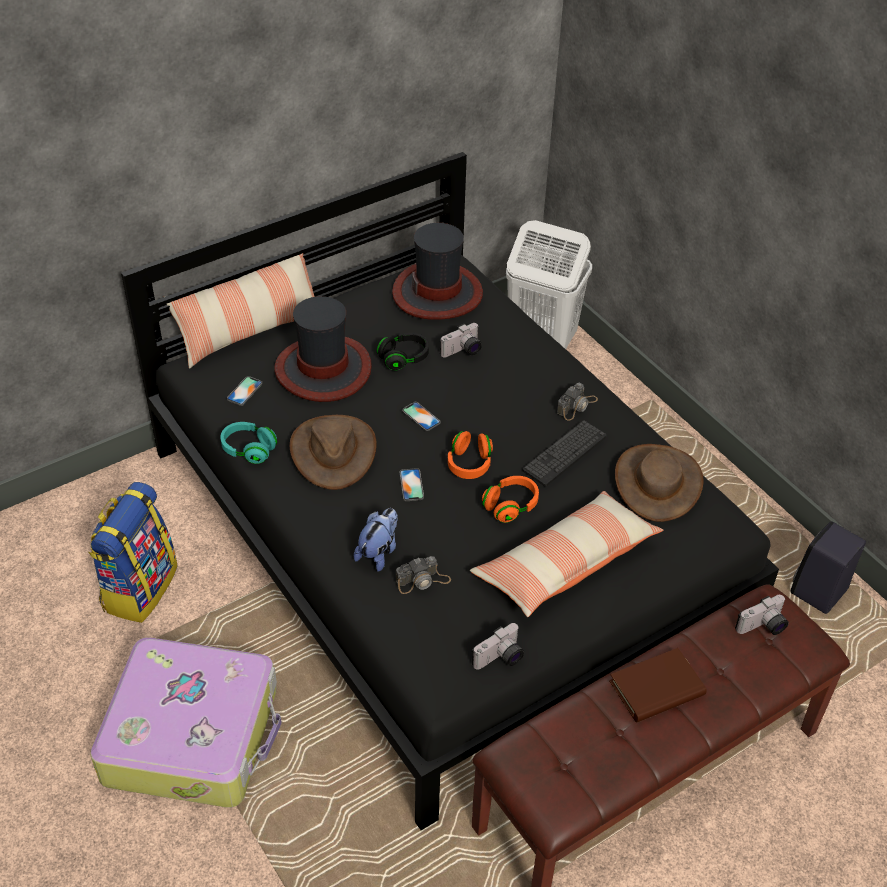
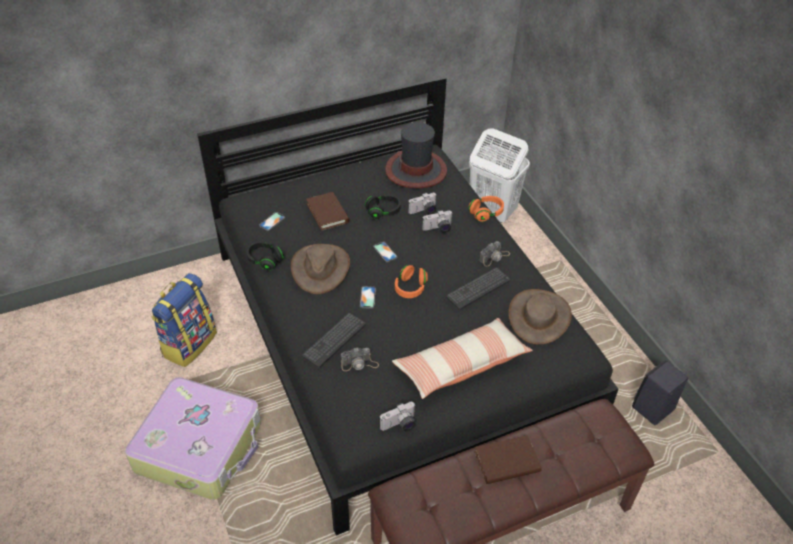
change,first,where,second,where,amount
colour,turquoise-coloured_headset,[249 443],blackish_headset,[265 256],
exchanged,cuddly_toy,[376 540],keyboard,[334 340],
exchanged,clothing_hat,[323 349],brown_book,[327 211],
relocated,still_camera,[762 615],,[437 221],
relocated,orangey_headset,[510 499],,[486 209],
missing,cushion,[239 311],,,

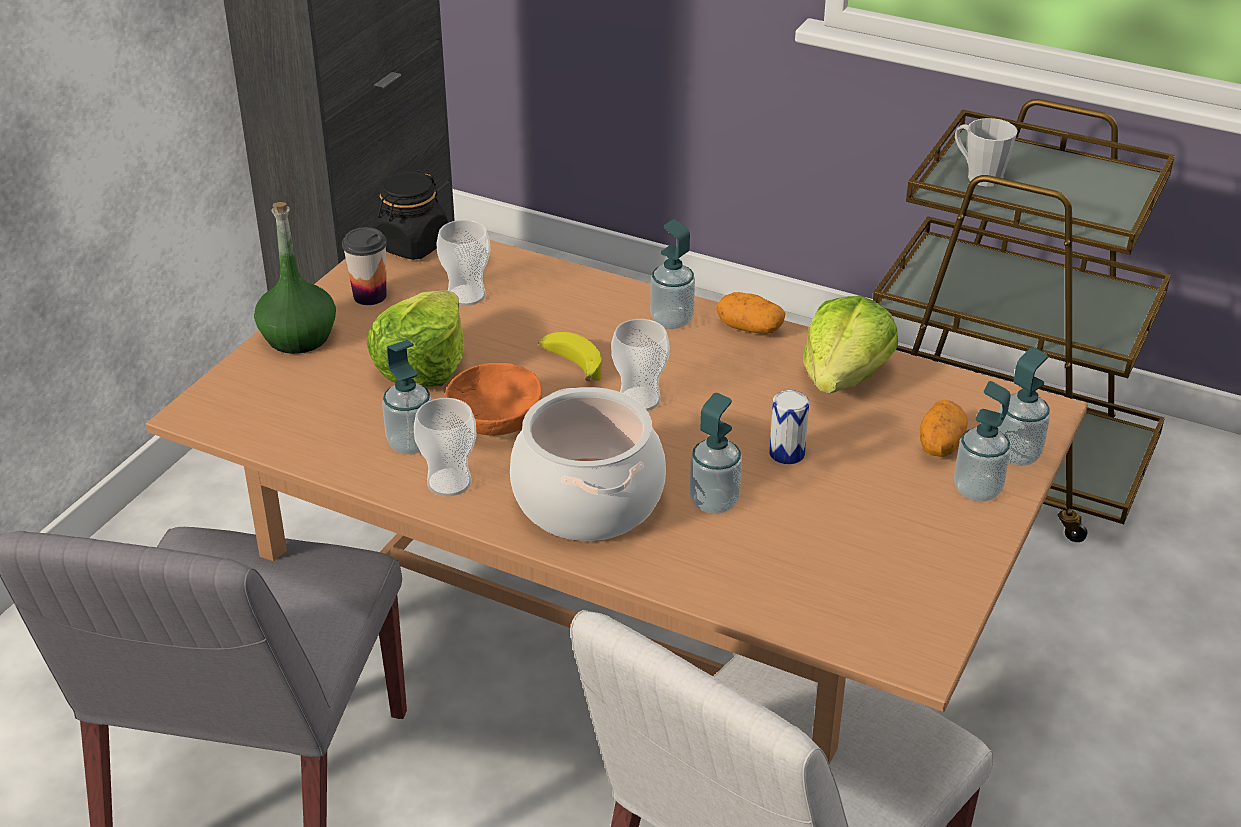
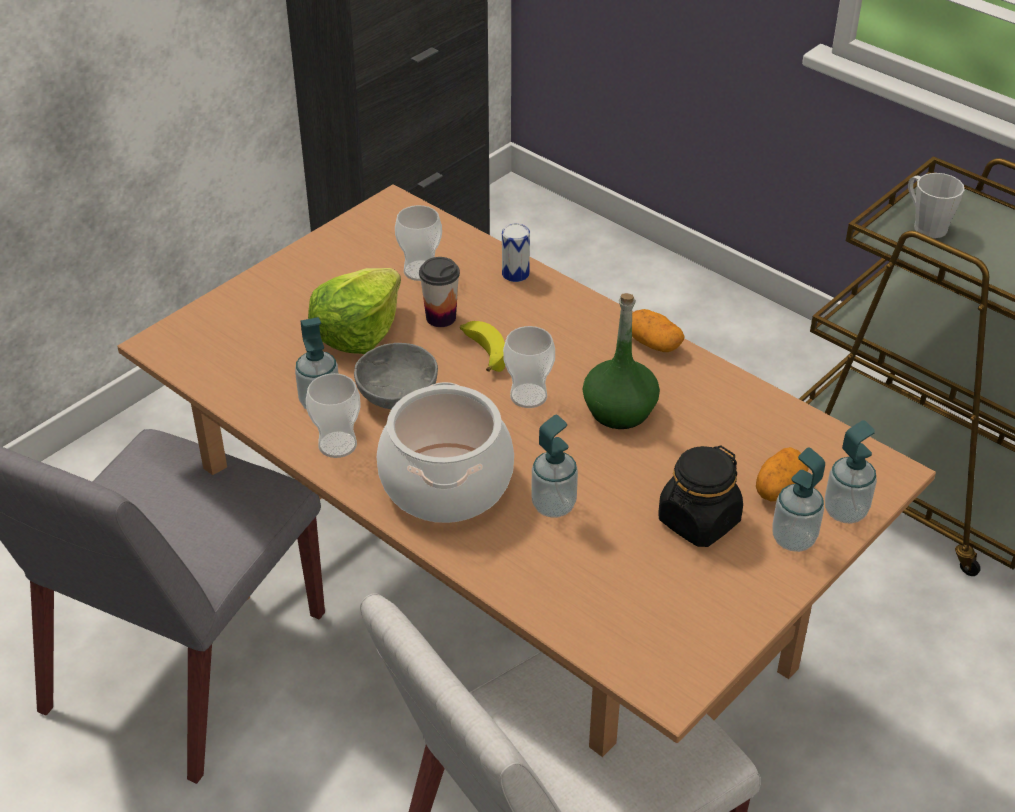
change,first,where,second,where,amount
colour,orangey_serving_bowl,[493 399],gray_serving_bowl,[396 376],
relocated,small_cup,[364 266],,[439 292],
relocated,metal_can,[789 427],,[516 253],
relocated,green_beverage_bottle,[295 278],,[621 361],
relocated,blackish_preserve_jar,[410 215],,[700 496],
missing,soap_dispenser,[672 274],,,
missing,lettuce,[850 344],,,

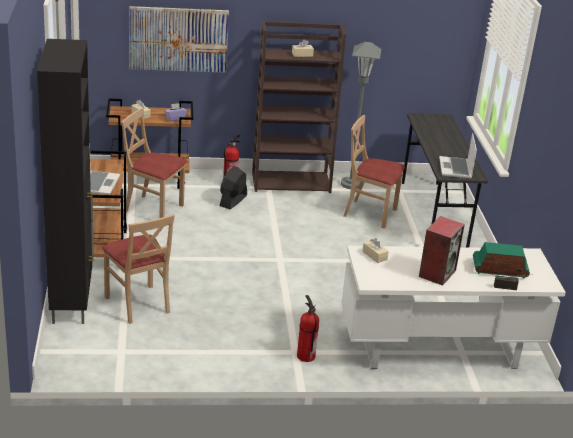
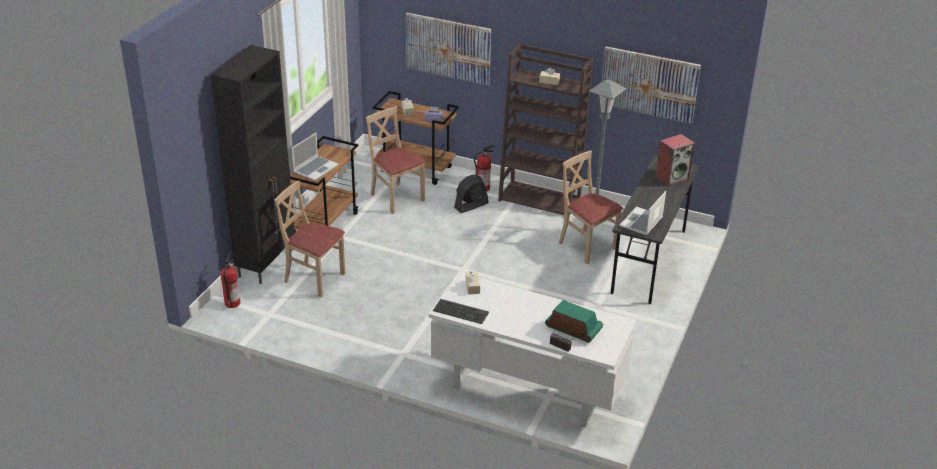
change,first,where,second,where,amount
relocated,fire-fighting_cylinder,[308 328],,[230 280],
spun,sand-coloured_chair,[138 269],,[309 239],120 degrees clockwise
appeared,,,keyboard,[461 311],
appeared,,,wall_art,[651 85],
relocated,loudspeaker,[442 251],,[675 160],

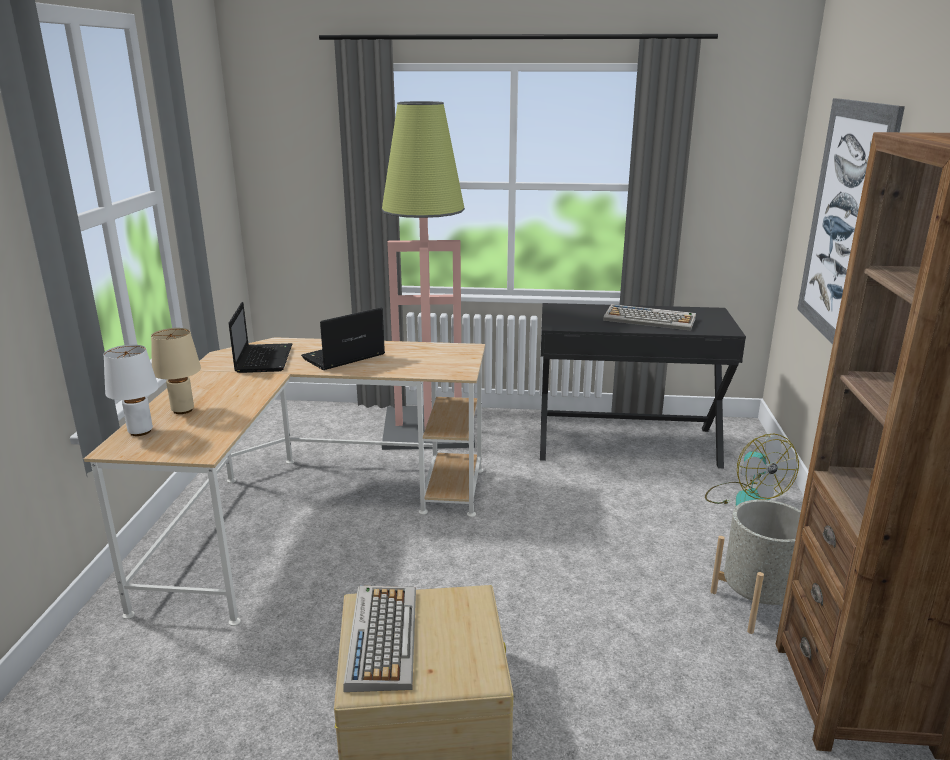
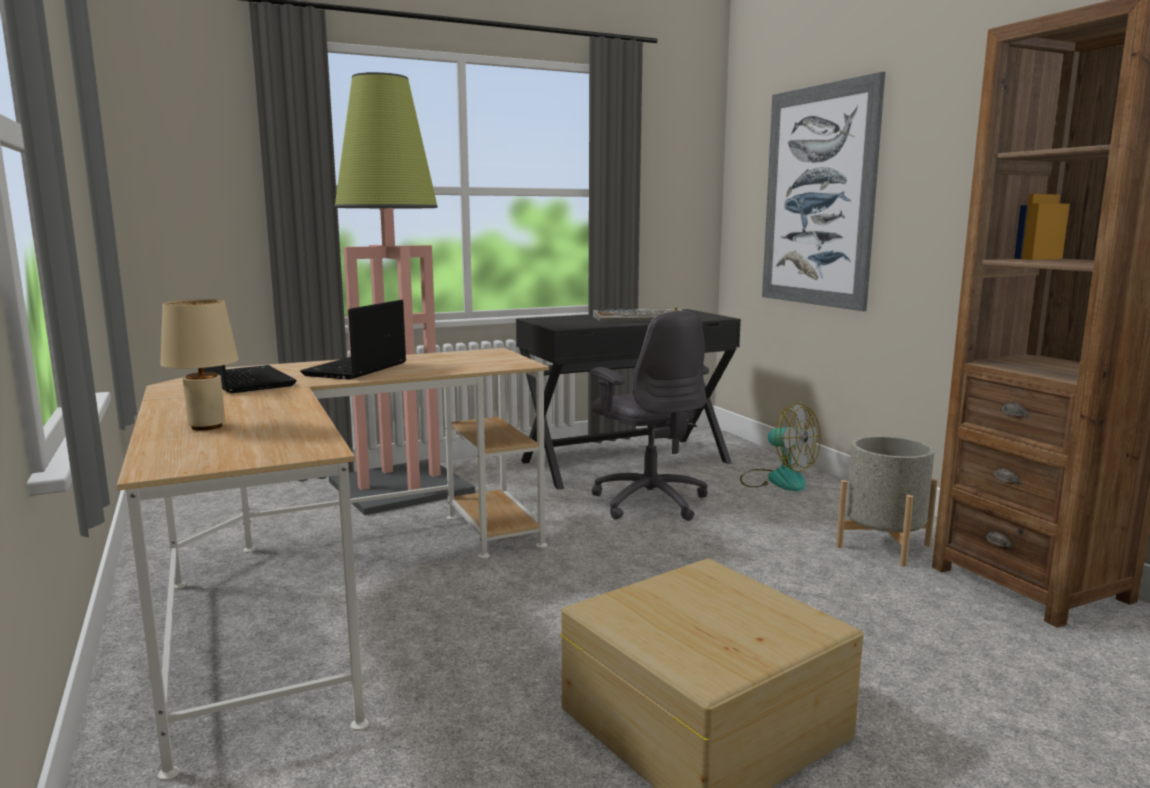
change,first,where,second,where,amount
appeared,,,gray_computer_chair,[649 416],
missing,whitish_lamp_for_a_table,[130 390],,,
missing,keyboard,[380 639],,,

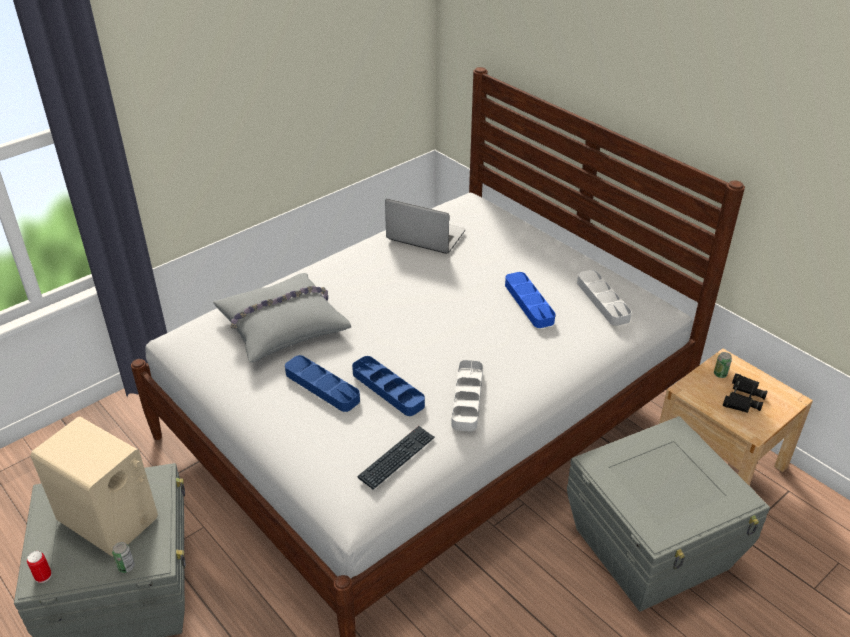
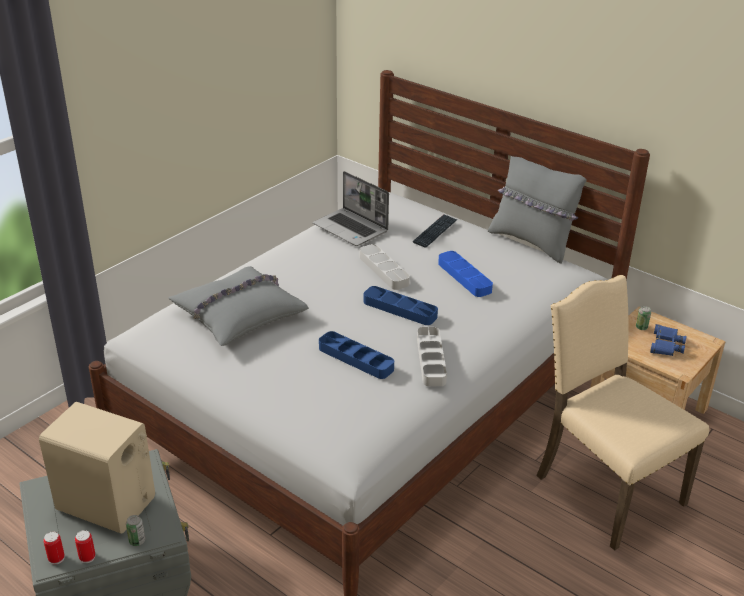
change,first,where,second,where,amount
appeared,,,metal_can,[85 546],
spun,portable_computer,[425 226],,[351 208],150 degrees counterclockwise
relocated,gray_carrying_tray,[604 298],,[385 267],
relocated,bluish_carrying_tray,[322 383],,[401 305],
relocated,keyboard,[396 458],,[435 231],
appeared,,,gray_cushion,[537 210],
exchanged,gray_storage_container,[668 514],sand-coloured_chair,[622 413],
colour,blackish_field_glasses,[745 393],bluish_field_glasses,[668 340],

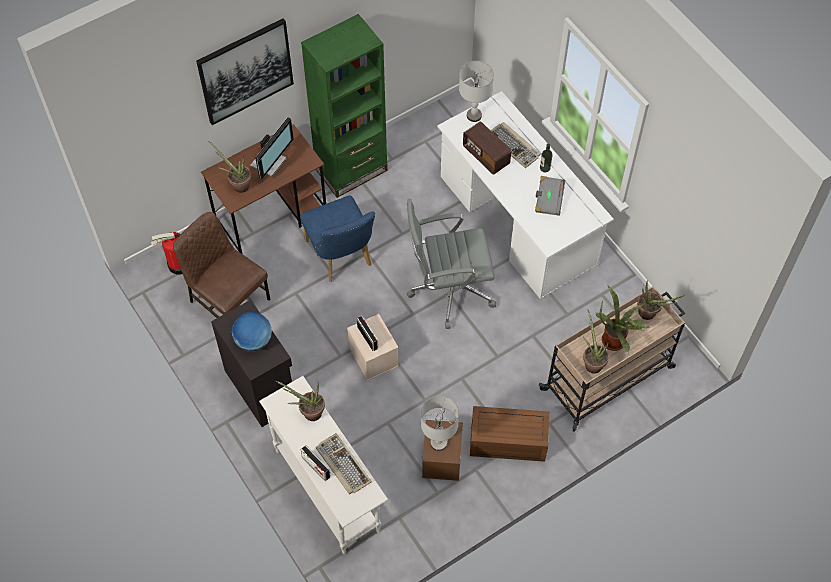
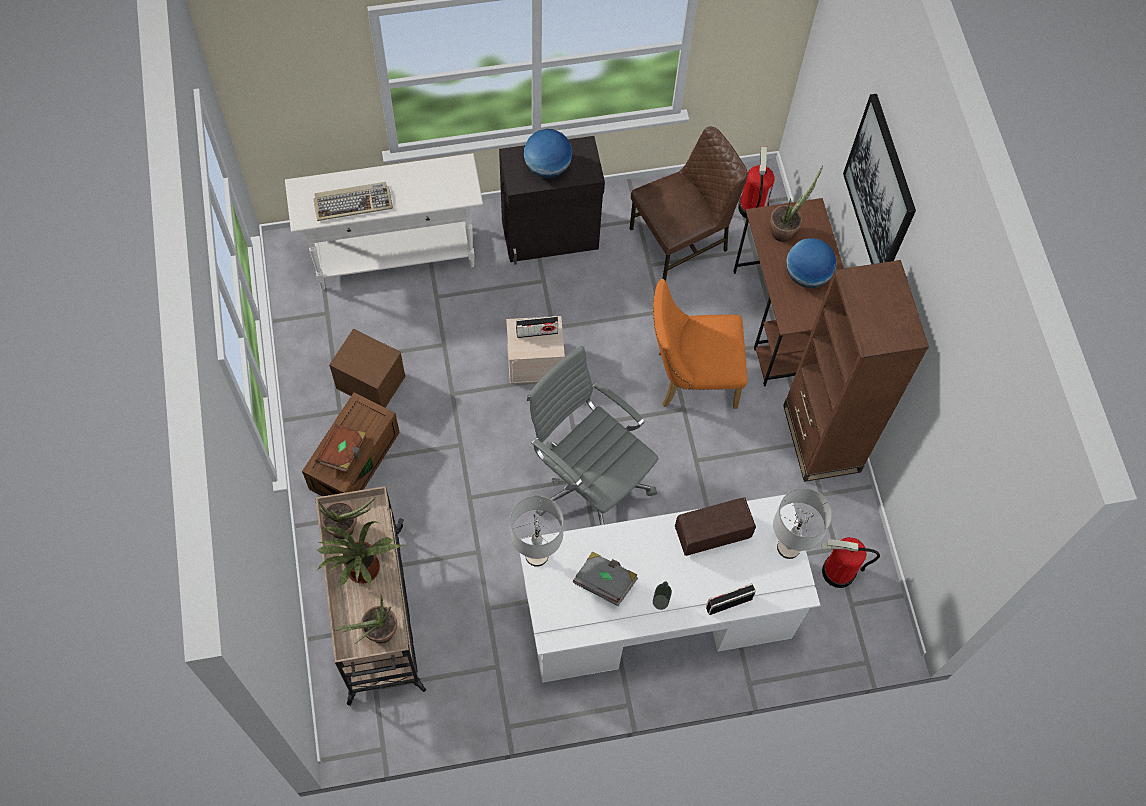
change,first,where,second,where,amount
appeared,,,brown_book,[340 448],
relocated,gray_lamp_for_a_table,[440 423],,[537 531],
spun,gray_computer_chair,[451 264],,[593 435],60 degrees counterclockwise
colour,bluish_chair,[337 239],orangey_chair,[700 344],
relocated,radio_set,[316 463],,[731 599],
colour,green_shelving_unit,[344 106],brown_shelving_unit,[856 371],
exchanged,computer_display,[272 148],globe,[811 263],
appeared,,,fire-fighting_cylinder,[851 562],
missing,plant_in_a_pot,[300 401],,,
missing,keyboard,[515 145],,,

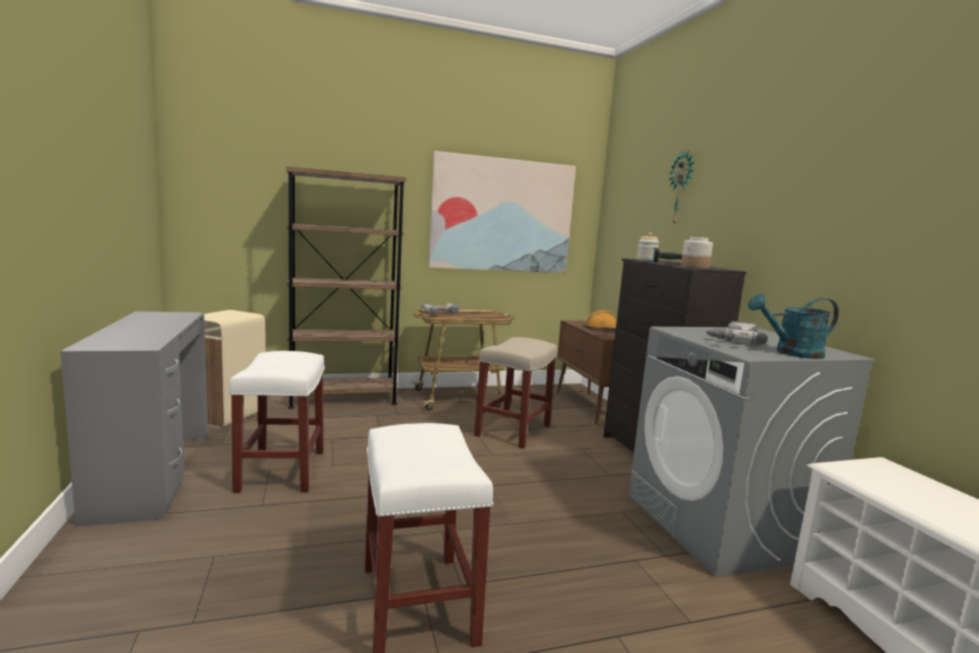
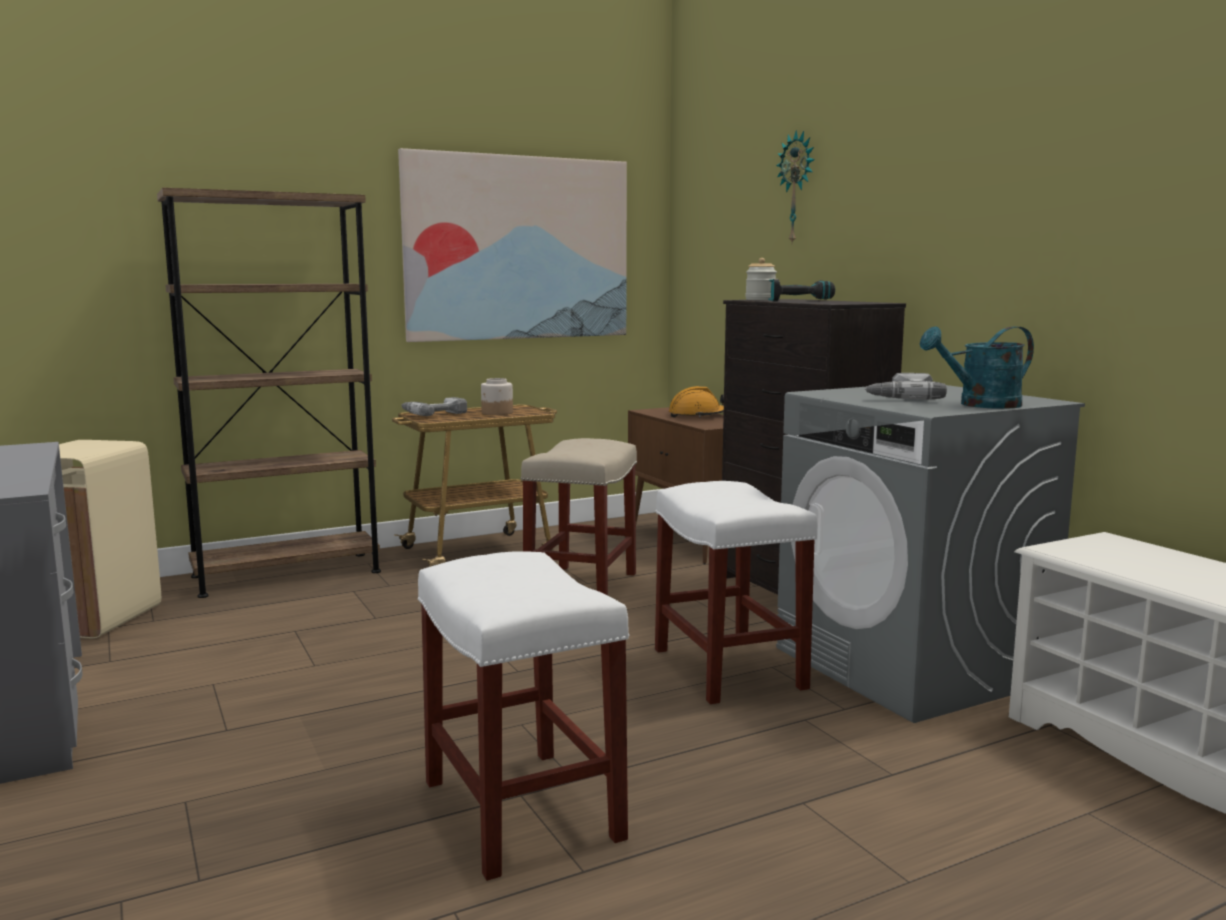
change,first,where,second,where,amount
relocated,preserve_jar,[697 253],,[497 396],
relocated,whitish_stool,[277 422],,[736 592],

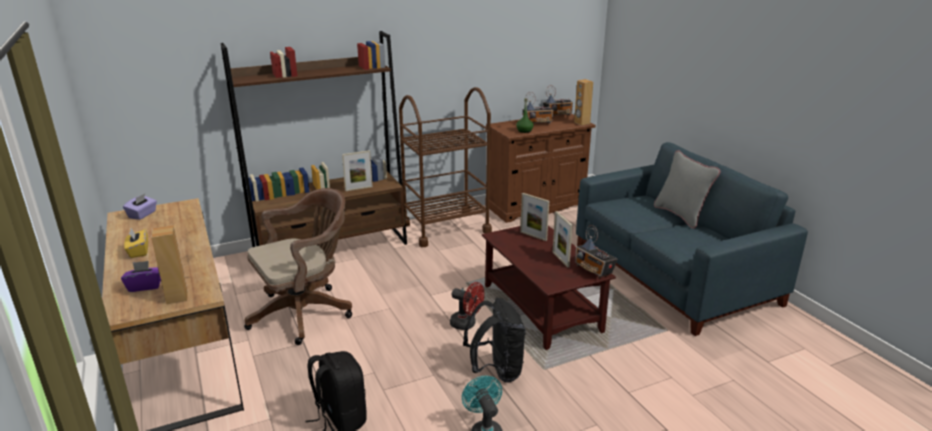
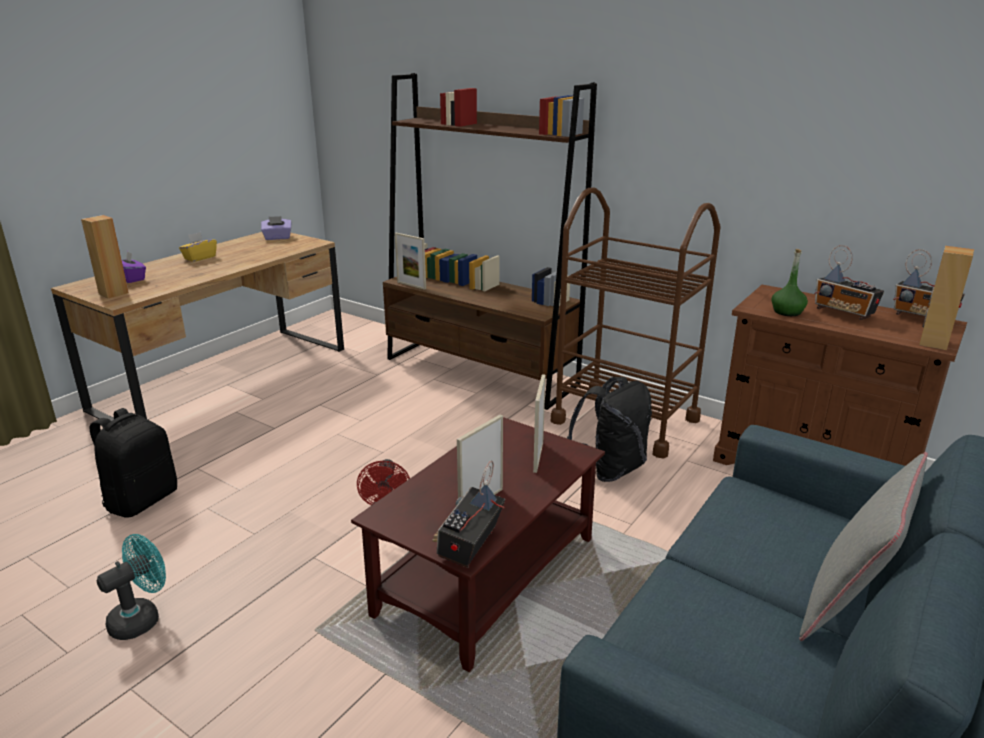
change,first,where,second,where,amount
relocated,picture_frame,[357 170],,[410 261],
relocated,blackish_knapsack,[494 340],,[609 429],
missing,brown_computer_chair,[298 266],,,

